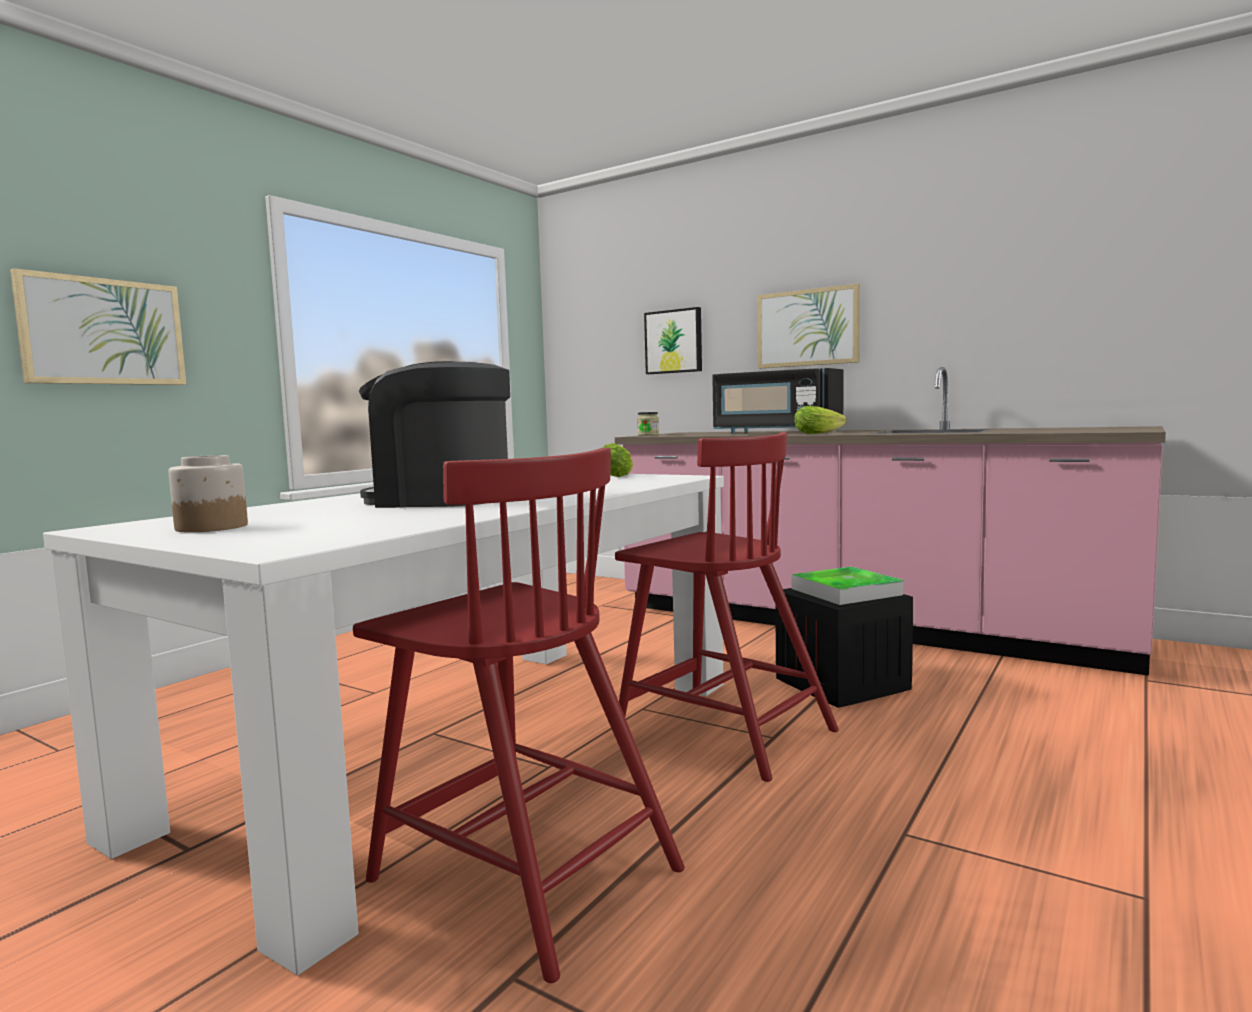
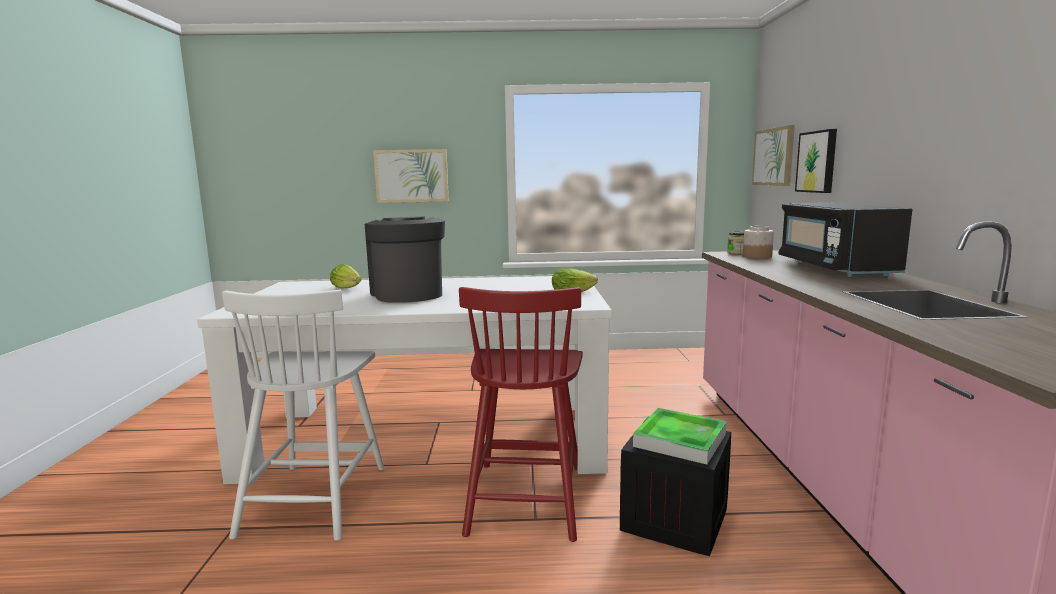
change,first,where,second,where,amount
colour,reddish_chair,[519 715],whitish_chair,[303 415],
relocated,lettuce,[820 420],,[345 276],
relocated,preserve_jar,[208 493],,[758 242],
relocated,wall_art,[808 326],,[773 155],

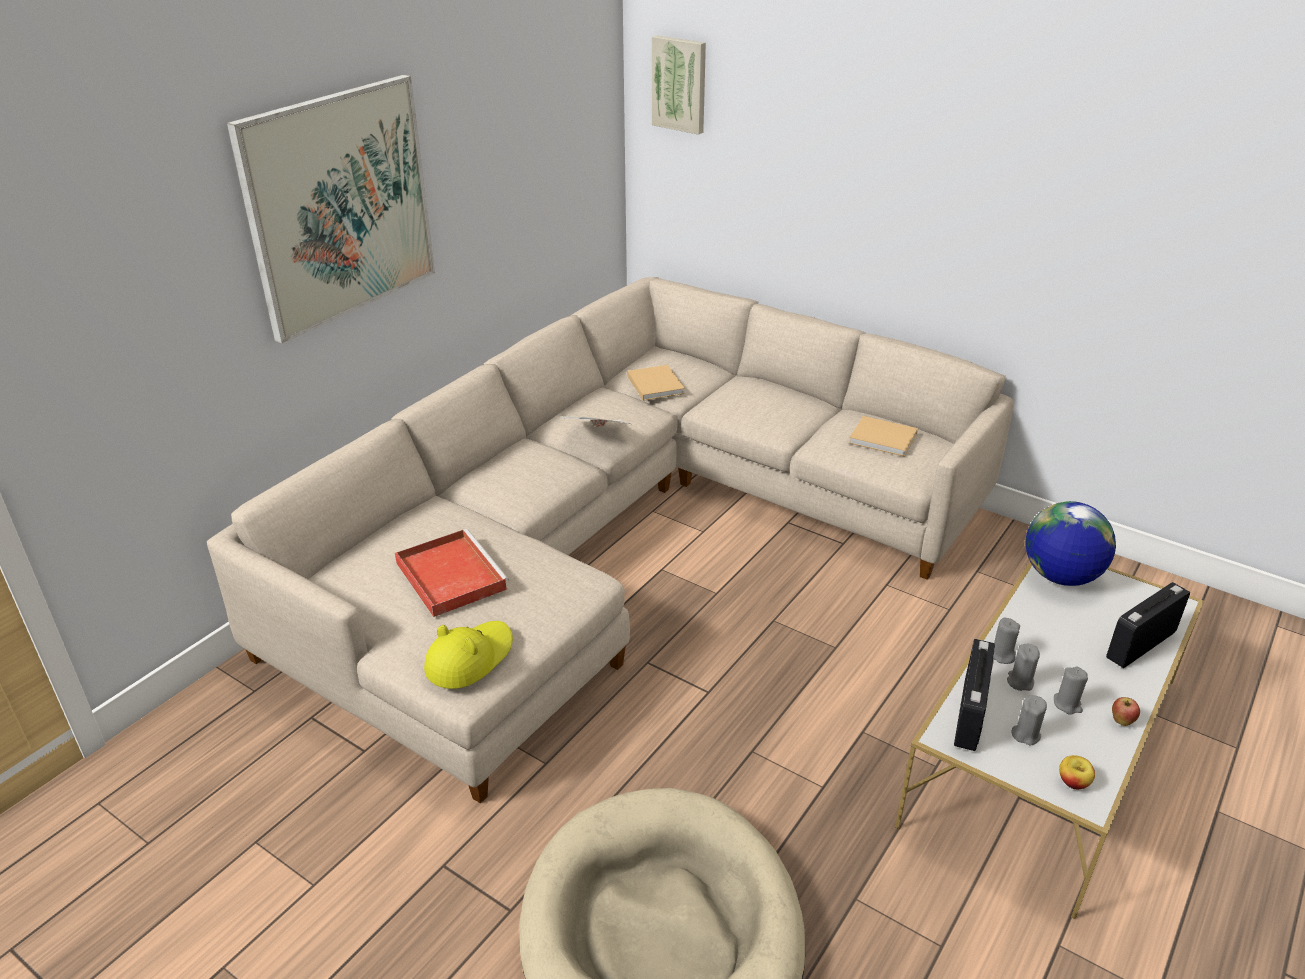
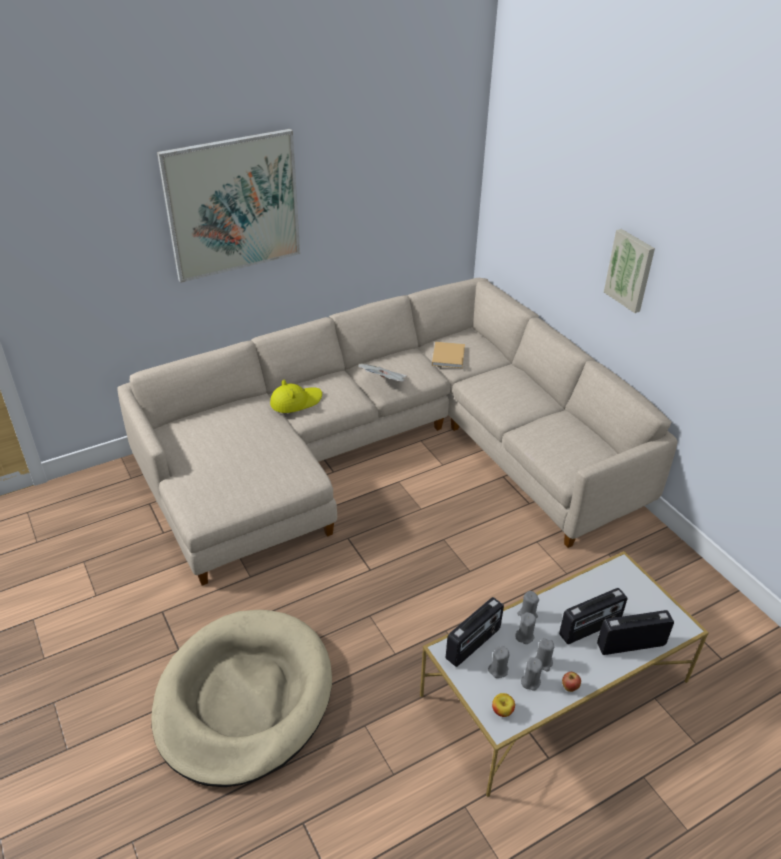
change,first,where,second,where,amount
relocated,yellow_clothing_hat,[468 655],,[296 396],
appeared,,,gray_candle,[532 674],
appeared,,,radio_set,[593 616],
relocated,wall_art,[679 85],,[629 271],
missing,reddish_carrying_tray,[452 573],,,
missing,sand-coloured_book,[883 436],,,
missing,globe,[1071 543],,,

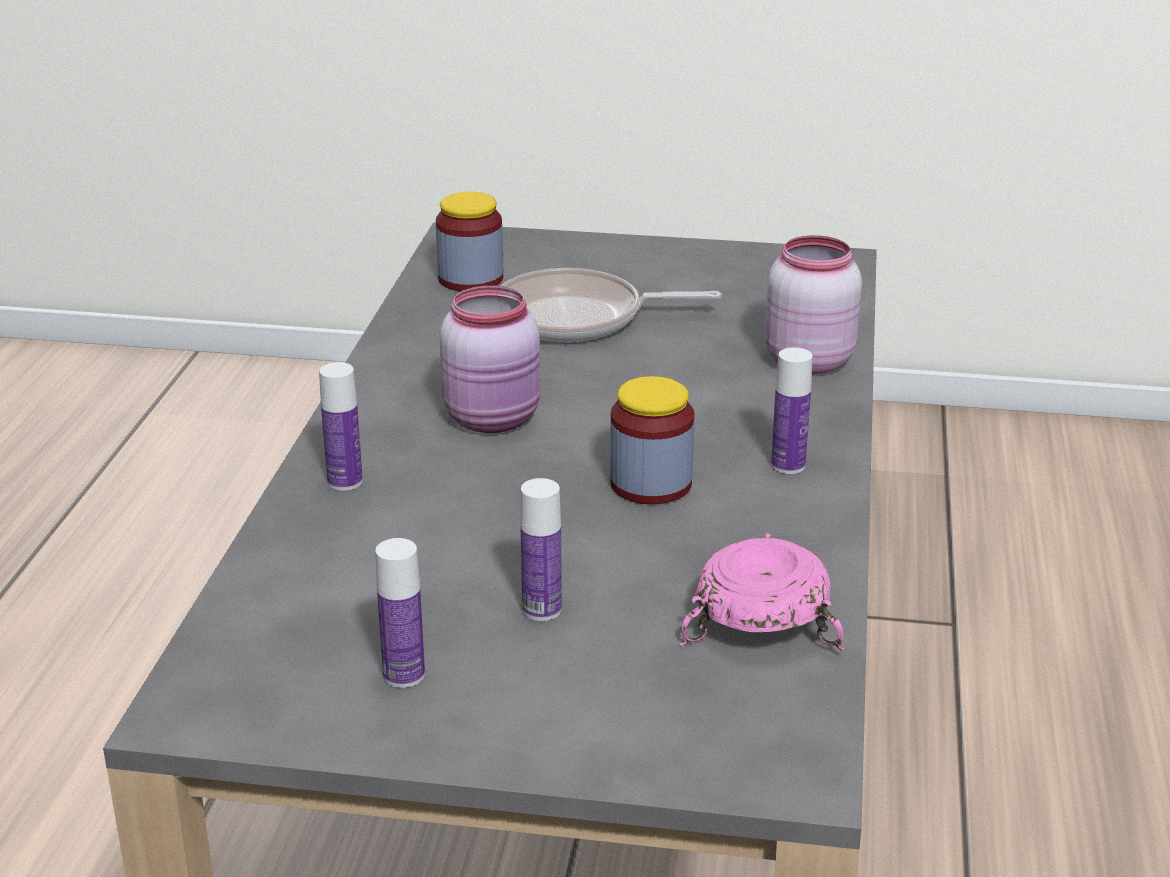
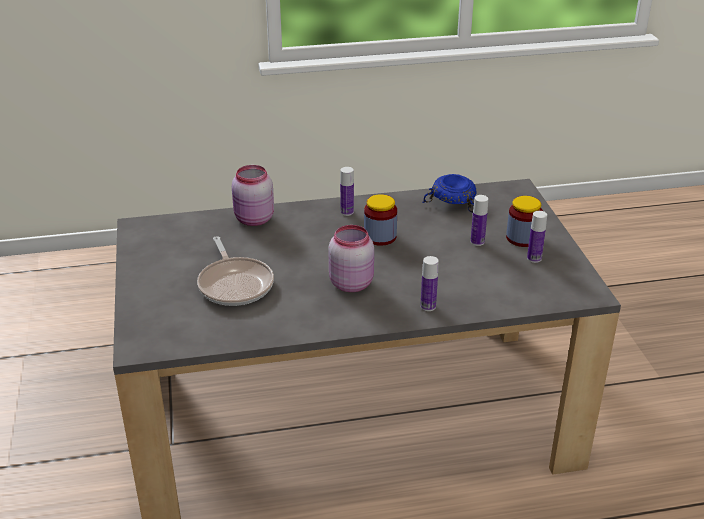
change,first,where,second,where,amount
colour,pinkish_serving_bowl,[762 592],bluish_serving_bowl,[449 193],
relocated,preserve_jar,[469 241],,[524 221],

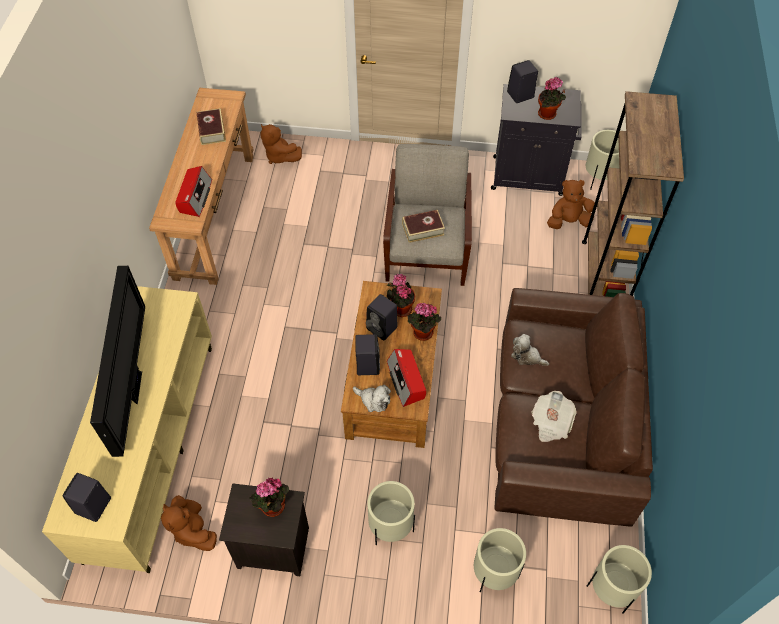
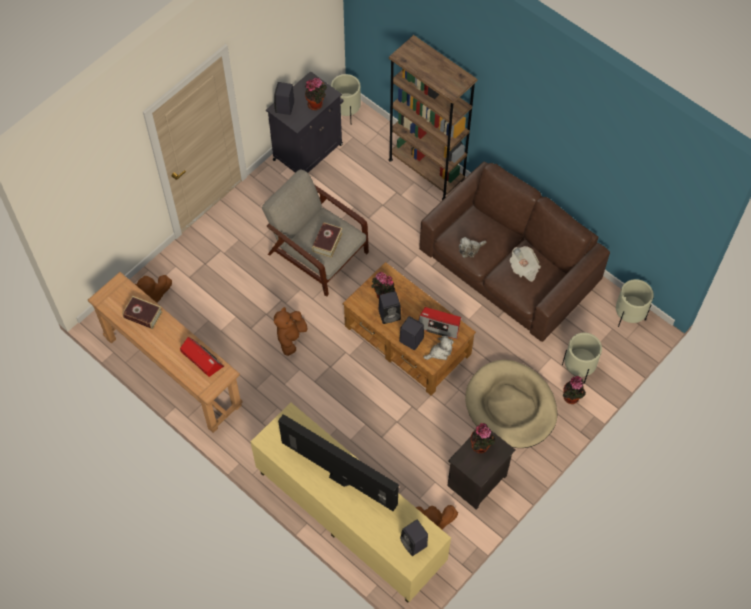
change,first,where,second,where,amount
relocated,brown_cuddly_toy,[571 204],,[291 331],
exchanged,sand-coloured_flower_pot,[391 513],sand-coloured_dog_cushion,[511 404],
relocated,plant_in_a_pot,[424 322],,[574 390],

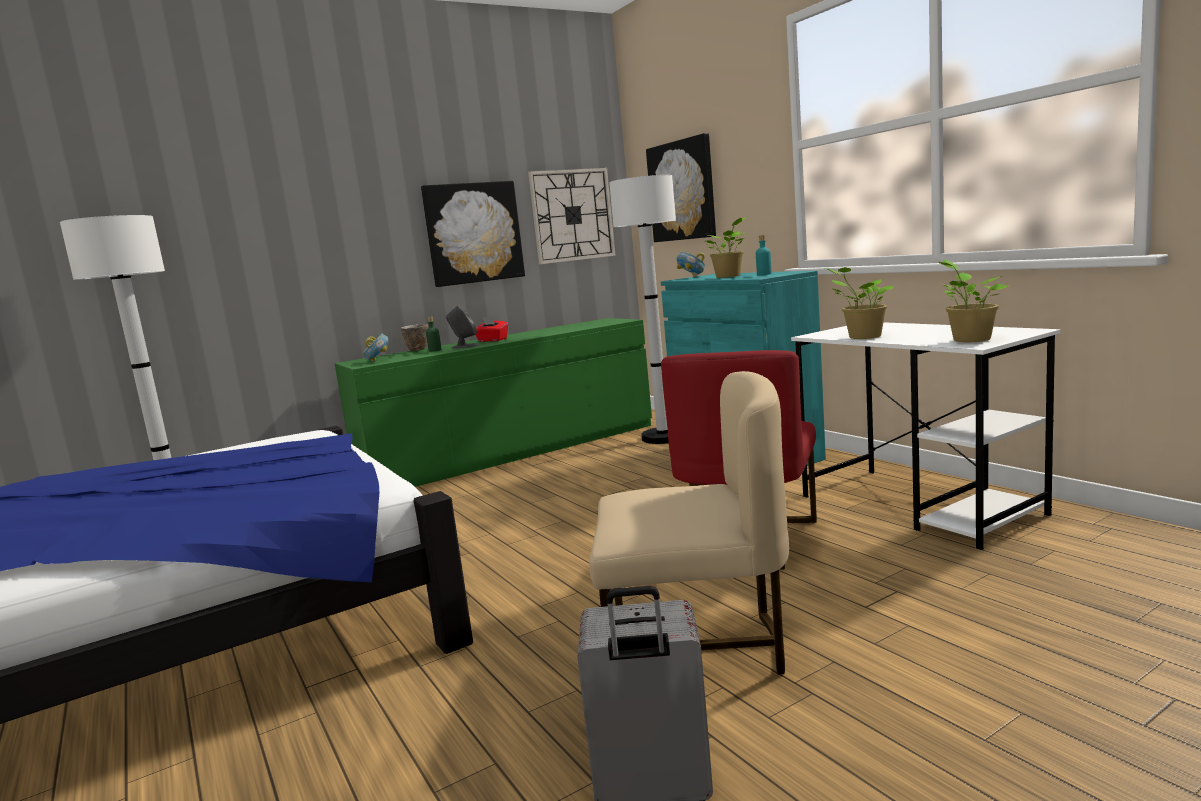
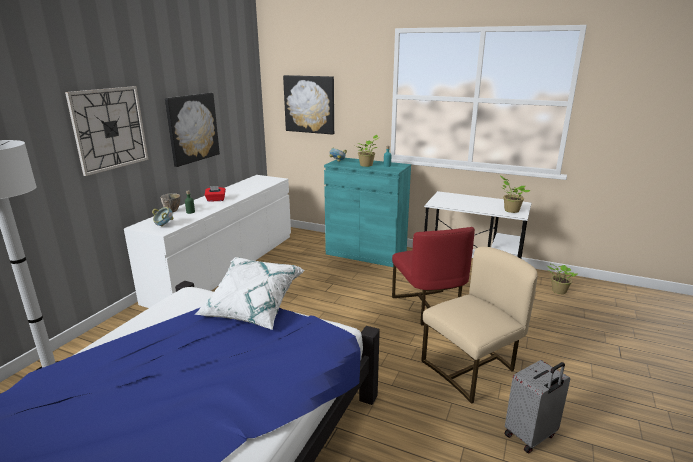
change,first,where,second,where,amount
relocated,clock_on_the_wall,[572 216],,[106 131],
colour,green_drawer_chest,[493 402],whitish_drawer_chest,[207 241],
appeared,,,whitish_cushion,[250 293],
relocated,plant_in_a_pot,[859 303],,[562 278],
missing,gray_loudspeaker,[462 327],,,
missing,whitish_standing_lamp,[642 309],,,

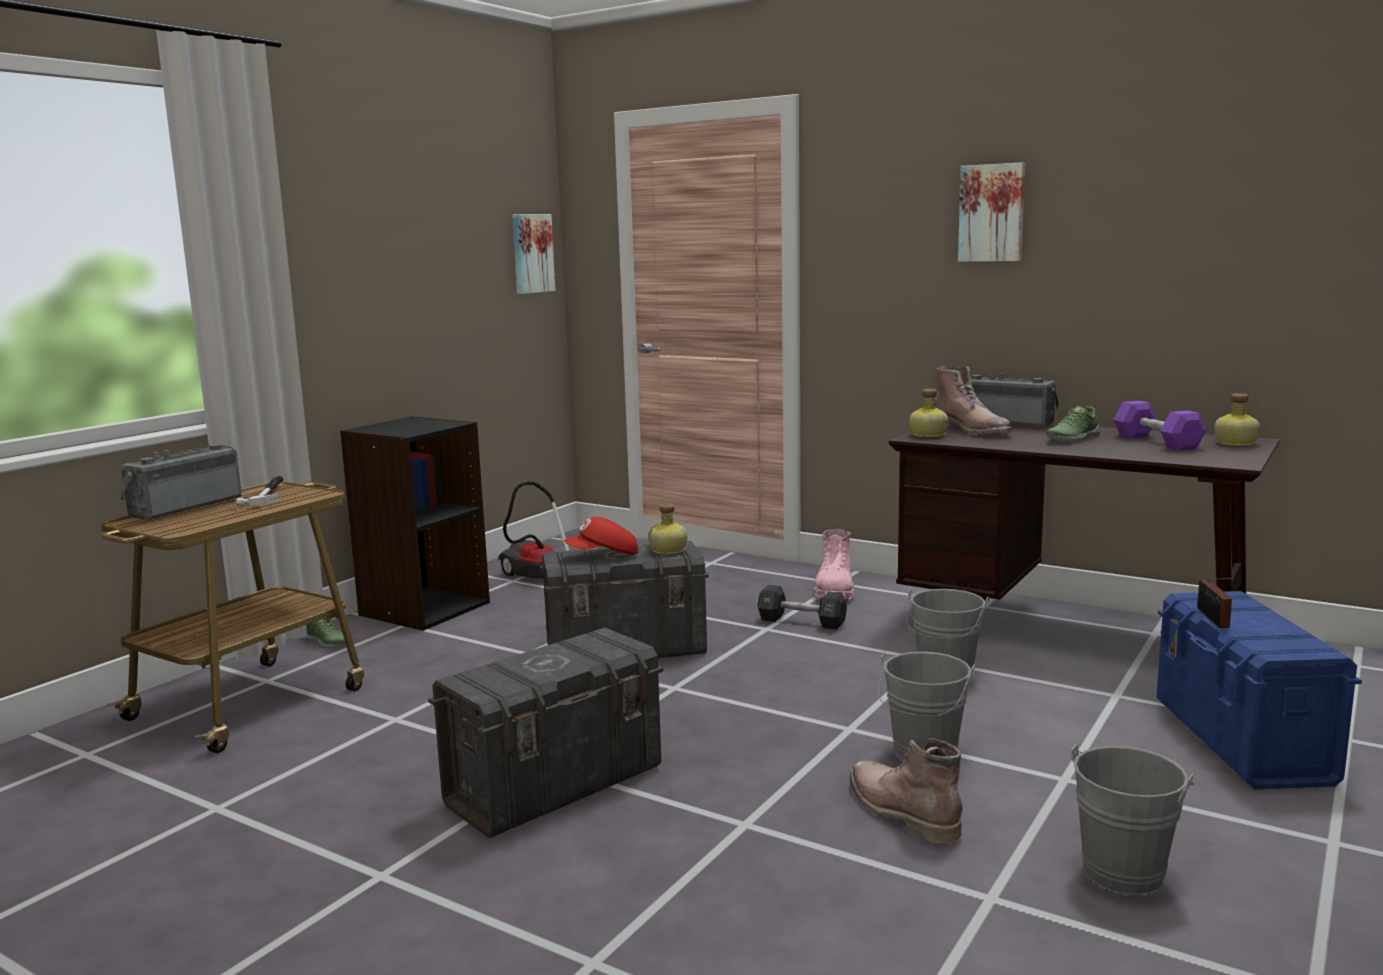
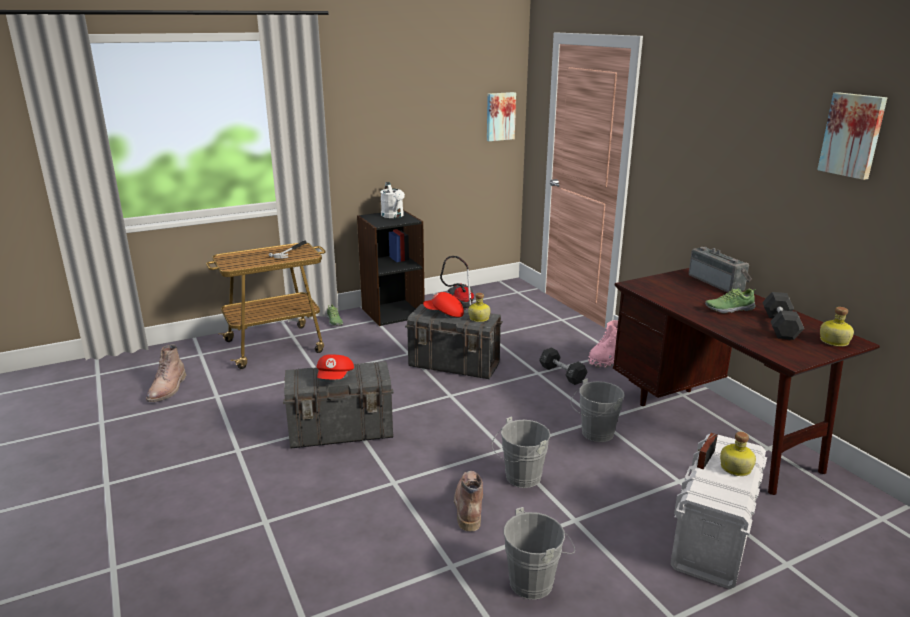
change,first,where,second,where,amount
relocated,brown_tall_boot,[973 401],,[166 373],
appeared,,,reddish_peaked_cap,[335 366],
appeared,,,whitish_watering_can,[392 200],
colour,bluish_storage_container,[1259 690],whitish_storage_container,[718 511],
relocated,beverage_bottle,[928 413],,[738 454],
colour,purplish_dumbbell,[1159 426],blackish_dumbbell,[783 316],
relocated,wall_art,[991 212],,[852 136],
missing,radio_set,[179 482],,,

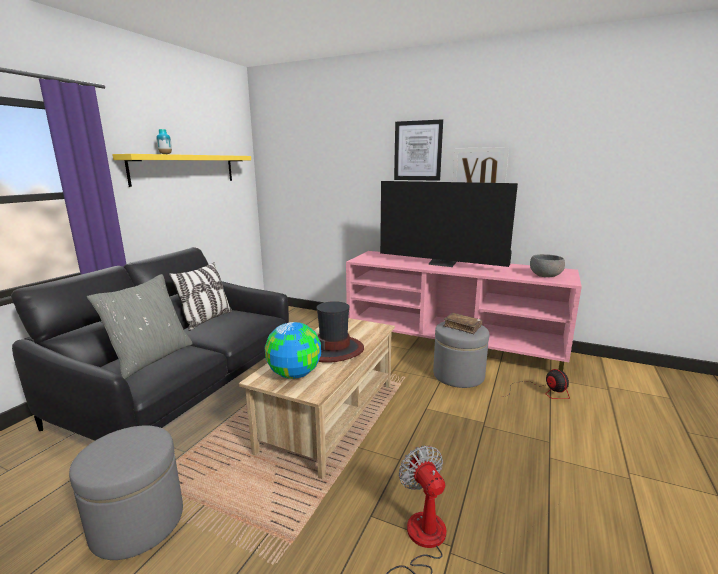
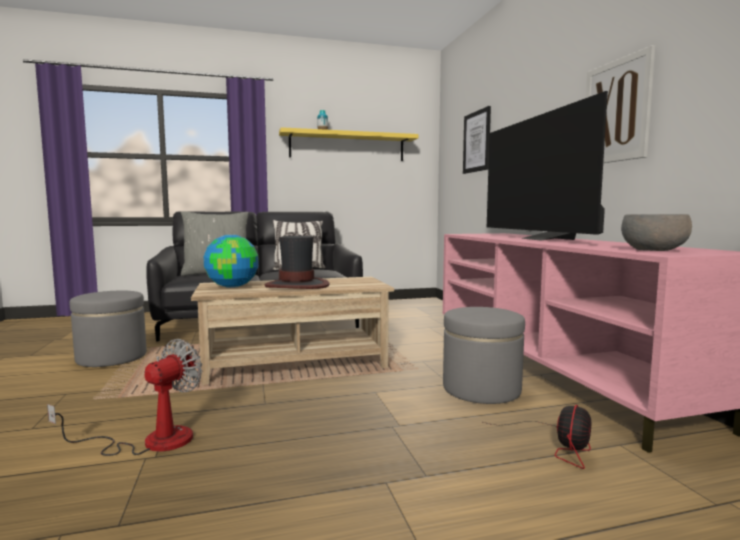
change,first,where,second,where,amount
relocated,wall_art,[418 150],,[477 140],
missing,brown_book,[462 323],,,

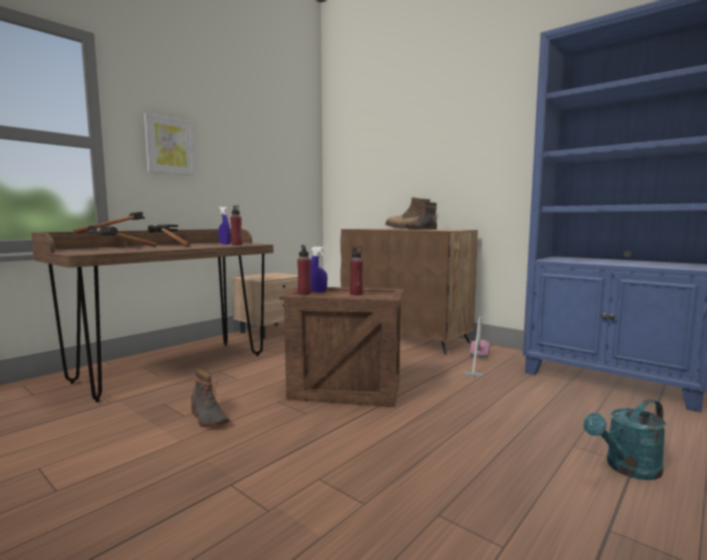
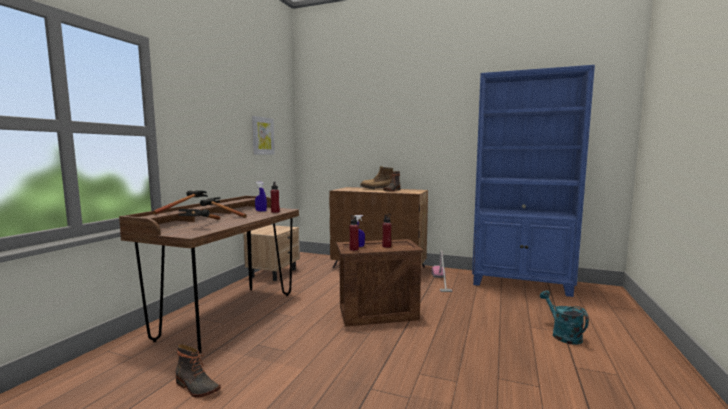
change,first,where,second,where,amount
relocated,tall_boot,[210 398],,[198 371],
relocated,wall_art,[169 144],,[263 135],
spun,turquoise-coloured_watering_can,[624 439],,[564 317],120 degrees clockwise

